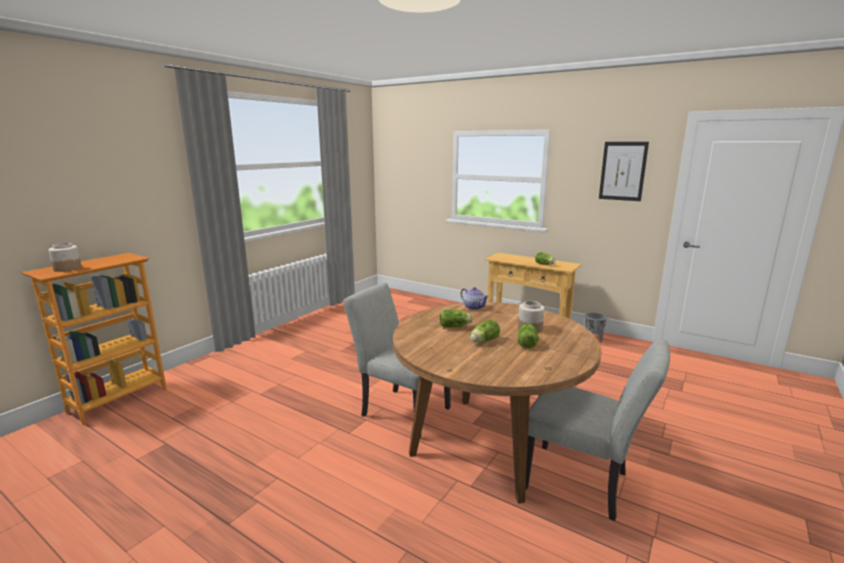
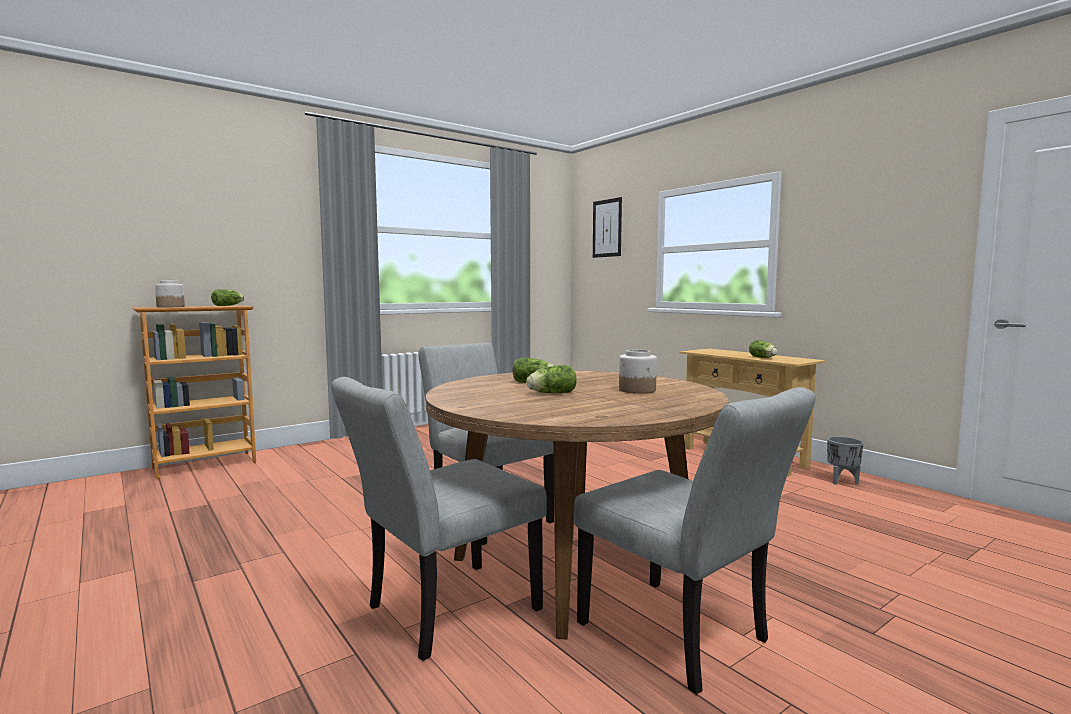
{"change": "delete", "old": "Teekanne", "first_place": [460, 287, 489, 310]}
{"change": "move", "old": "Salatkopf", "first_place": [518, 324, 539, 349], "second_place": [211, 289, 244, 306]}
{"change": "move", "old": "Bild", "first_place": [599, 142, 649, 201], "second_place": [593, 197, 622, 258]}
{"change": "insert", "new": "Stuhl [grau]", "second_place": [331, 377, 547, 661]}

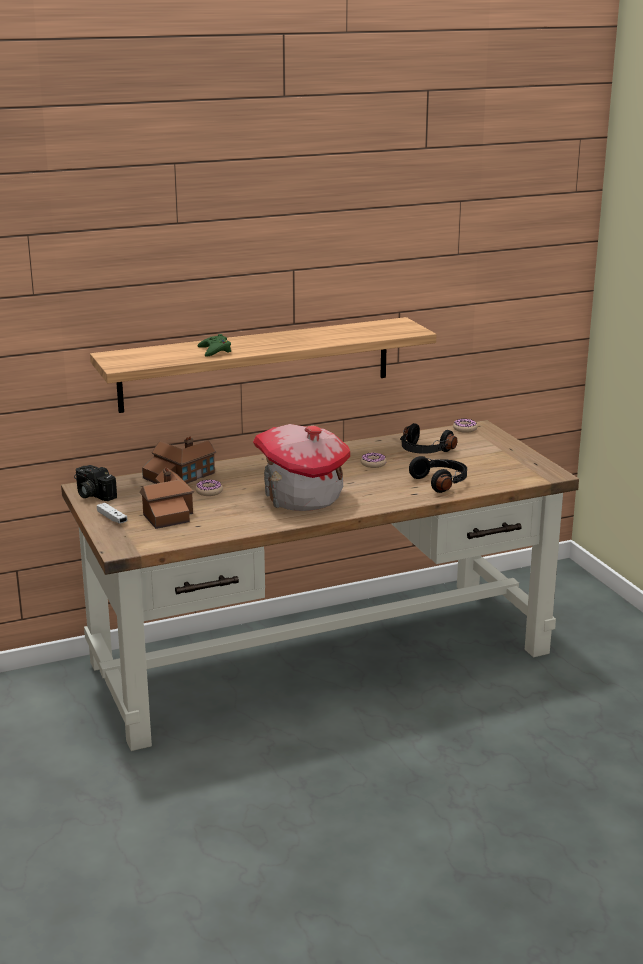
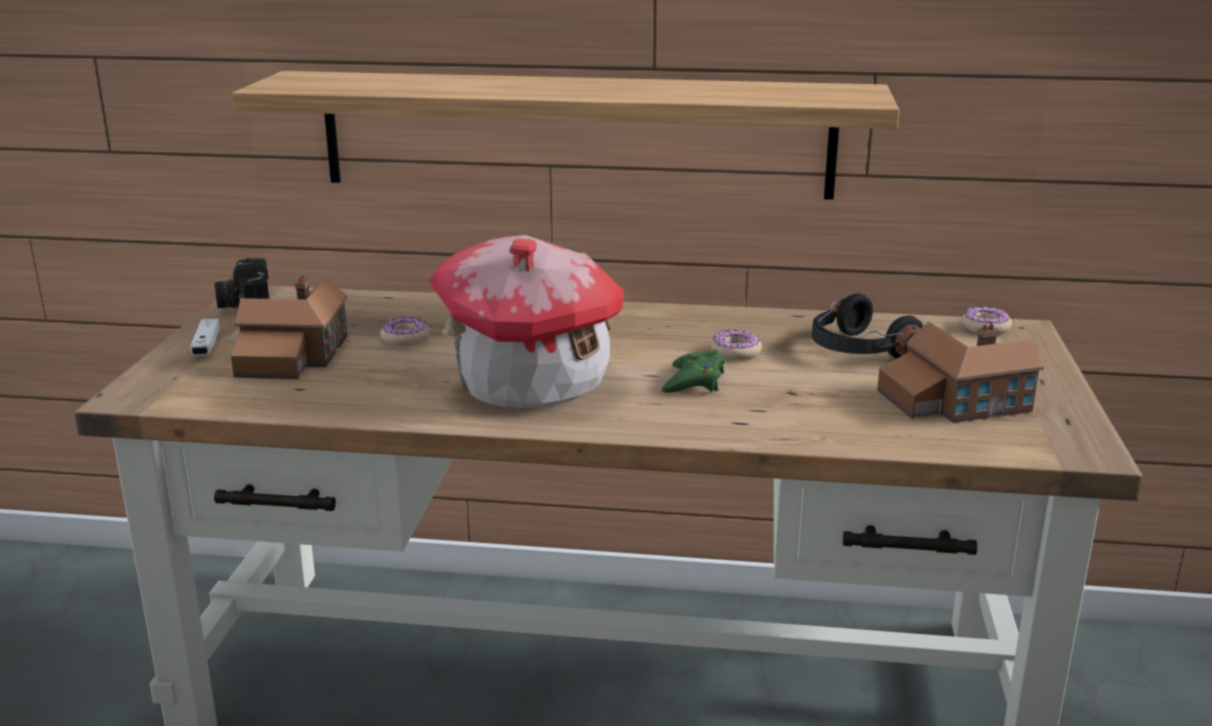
{"change": "move", "old": "Spielzeughaus", "first_place": [142, 437, 216, 484], "second_place": [877, 321, 1044, 423]}
{"change": "move", "old": "Gamepad [grün]", "first_place": [198, 334, 231, 357], "second_place": [662, 350, 725, 393]}
{"change": "delete", "old": "Kopfhörer [schwarz]", "first_place": [409, 456, 467, 493]}

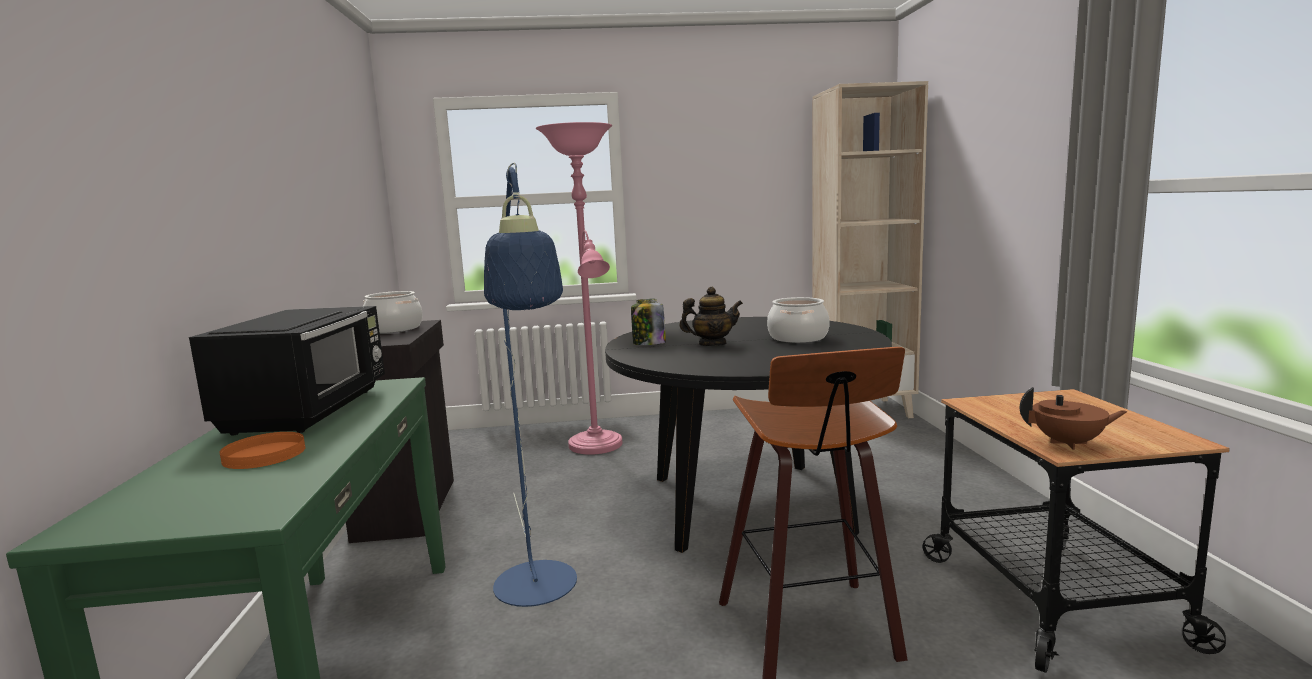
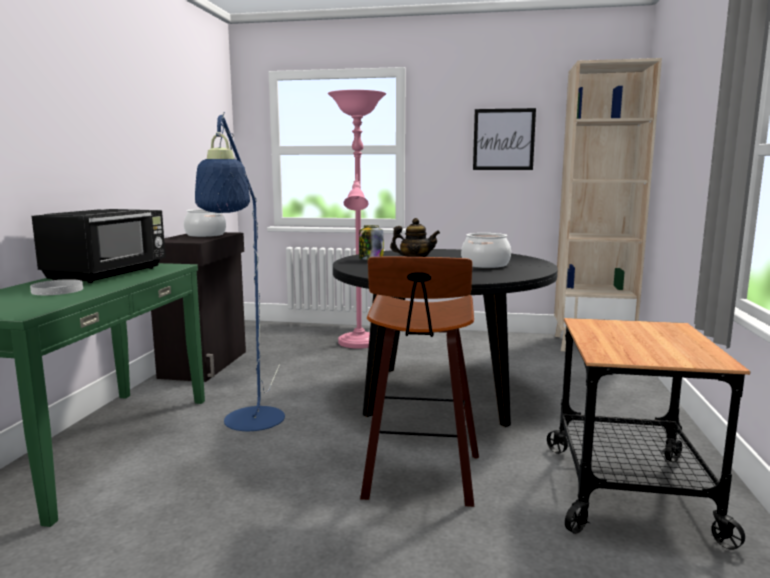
{"change": "recolor", "old": "Teller [orange]", "new": "Teller [weiß]", "first_place": [220, 432, 305, 469], "second_place": [30, 279, 83, 295]}
{"change": "delete", "old": "Teekanne [braun]", "first_place": [1020, 387, 1128, 450]}
{"change": "insert", "new": "Bild", "second_place": [473, 108, 536, 170]}

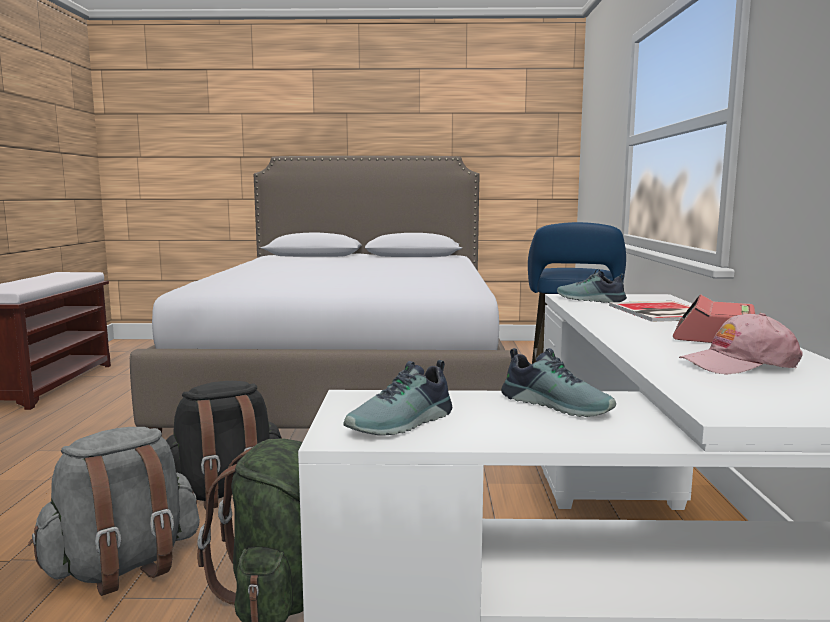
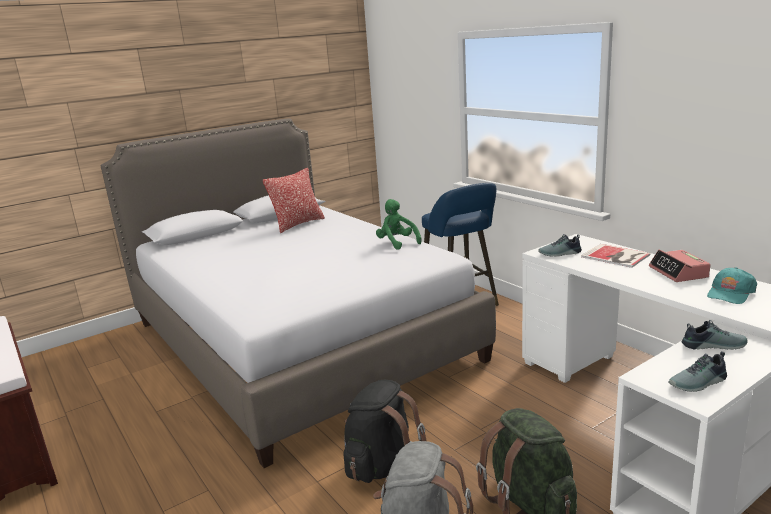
{"change": "rotate", "old": "Schuh", "first_place": [343, 360, 452, 435], "second_place": [668, 351, 727, 392], "degrees": 60}
{"change": "recolor", "old": "Kappe [rosa]", "new": "Kappe [türkis]", "first_place": [679, 313, 803, 375], "second_place": [707, 267, 757, 304]}
{"change": "insert", "new": "Kissen", "second_place": [263, 168, 325, 233]}
{"change": "insert", "new": "Plüschtier [grün]", "second_place": [376, 199, 422, 250]}

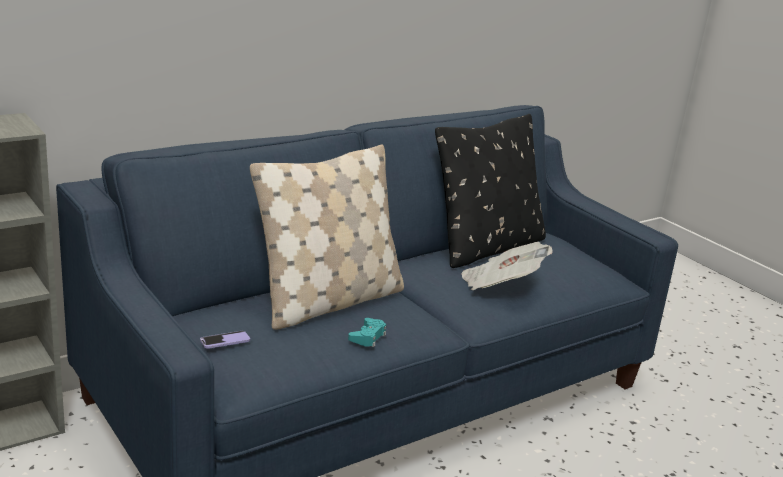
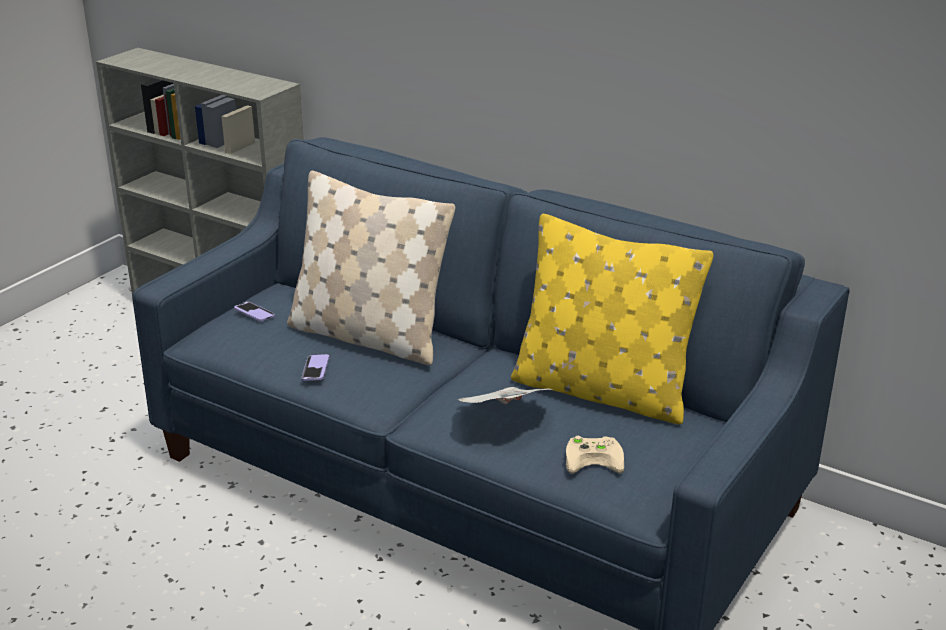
{"change": "replace", "old": "Gamepad [türkis]", "new": "Handy", "first_place": [348, 318, 386, 347], "second_place": [301, 354, 329, 381]}
{"change": "recolor", "old": "Kissen [schwarz]", "new": "Kissen [gelb]", "first_place": [435, 114, 546, 268], "second_place": [511, 214, 714, 425]}
{"change": "insert", "new": "Gamepad [beige]", "second_place": [566, 436, 624, 473]}

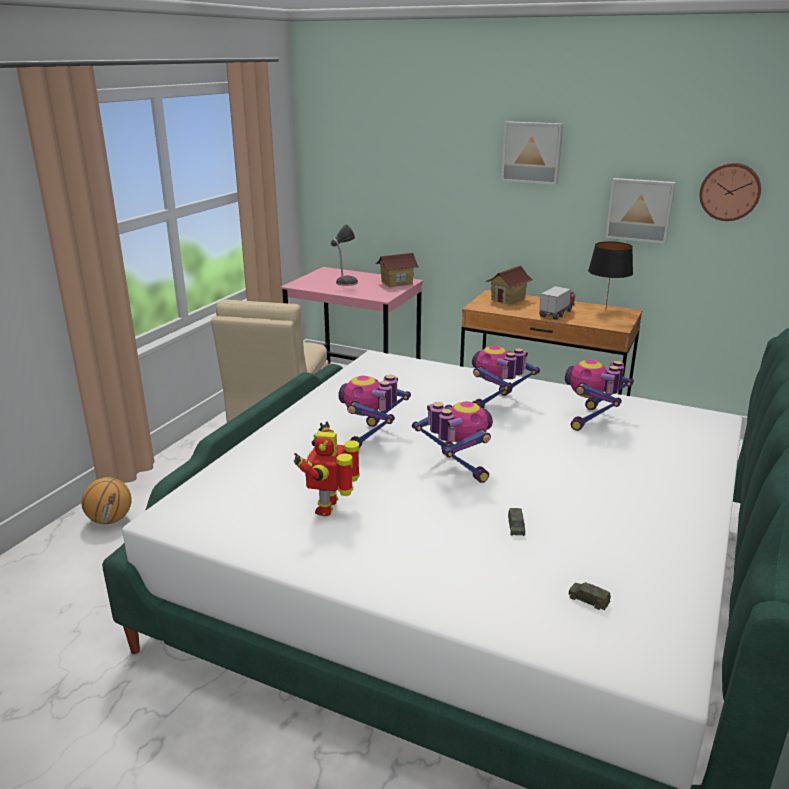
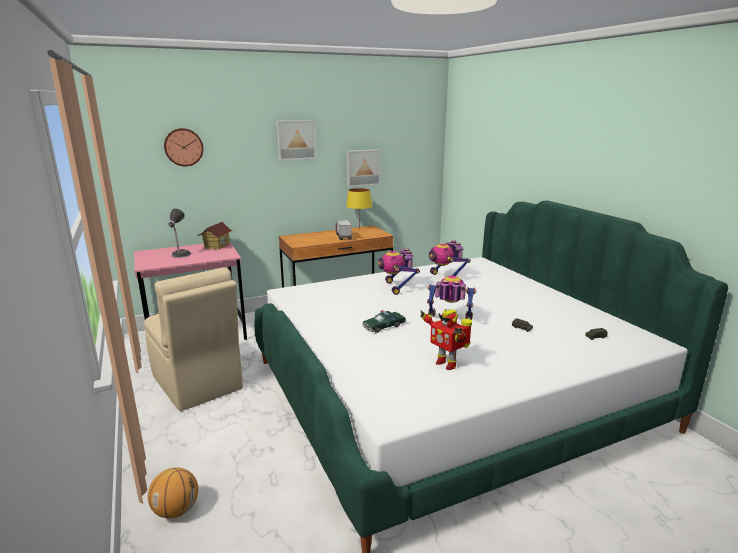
{"change": "replace", "old": "Spielzeugroboter", "new": "Spielzeugauto", "first_place": [338, 375, 411, 448], "second_place": [362, 310, 406, 333]}
{"change": "delete", "old": "Spielzeughaus", "first_place": [485, 266, 534, 305]}
{"change": "recolor", "old": "Tischlampe [schwarz]", "new": "Tischlampe [gelb]", "first_place": [588, 241, 633, 307], "second_place": [346, 188, 372, 229]}
{"change": "move", "old": "Wanduhr", "first_place": [700, 163, 761, 221], "second_place": [164, 128, 203, 166]}

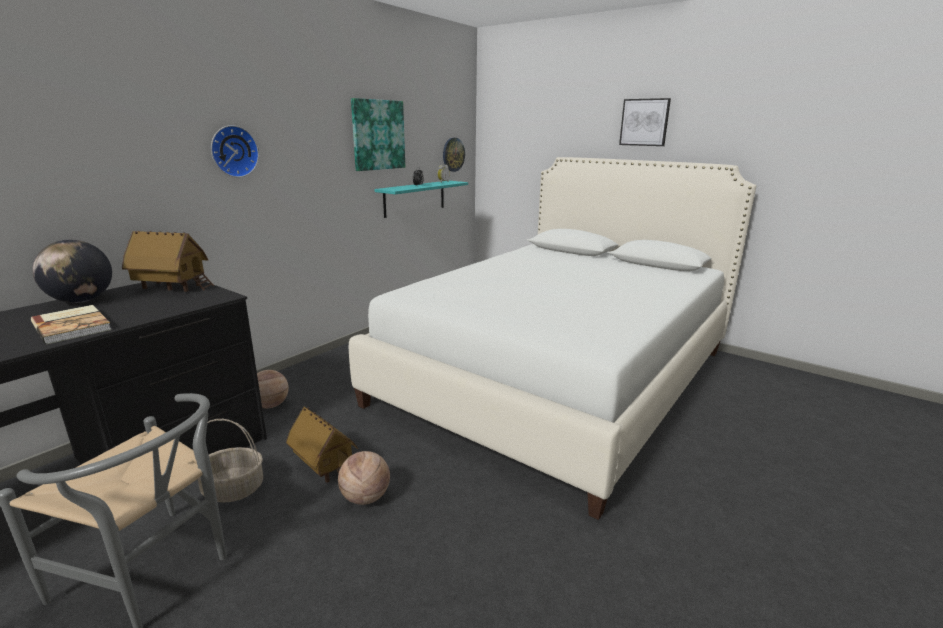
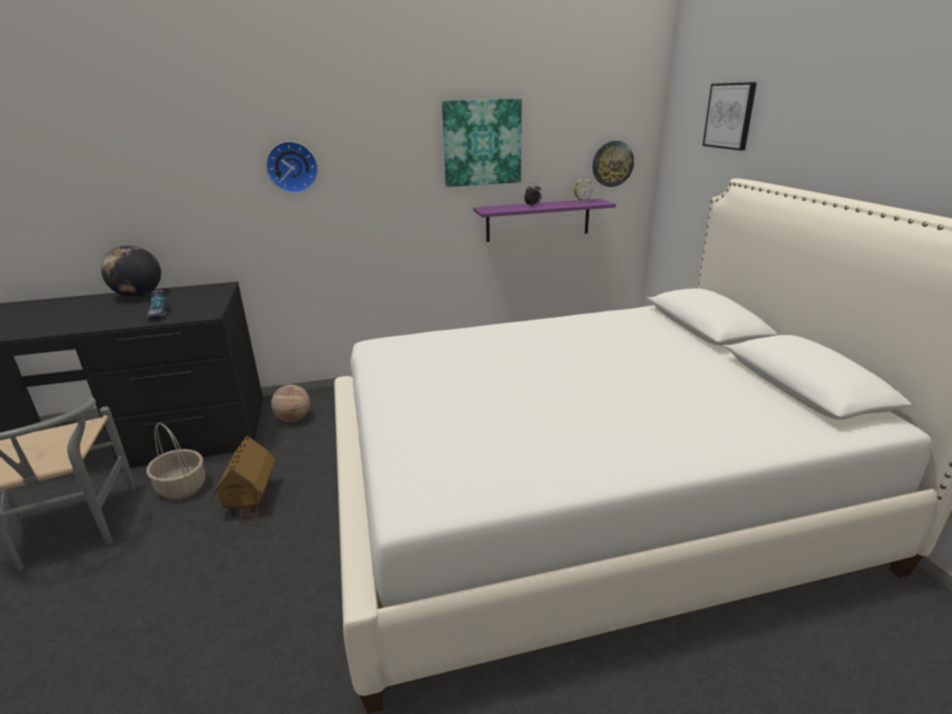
{"change": "delete", "old": "Buch", "first_place": [31, 305, 112, 344]}
{"change": "delete", "old": "Spielzeughaus", "first_place": [122, 231, 214, 292]}
{"change": "delete", "old": "Basketball", "first_place": [338, 451, 390, 505]}
{"change": "recolor", "old": "Wandregal [türkis]", "new": "Wandregal [lila]", "first_place": [374, 181, 468, 218], "second_place": [473, 198, 616, 242]}
{"change": "move", "old": "Bild", "first_place": [619, 98, 671, 146], "second_place": [703, 82, 757, 151]}
{"change": "insert", "new": "Schuh", "second_place": [146, 290, 170, 320]}

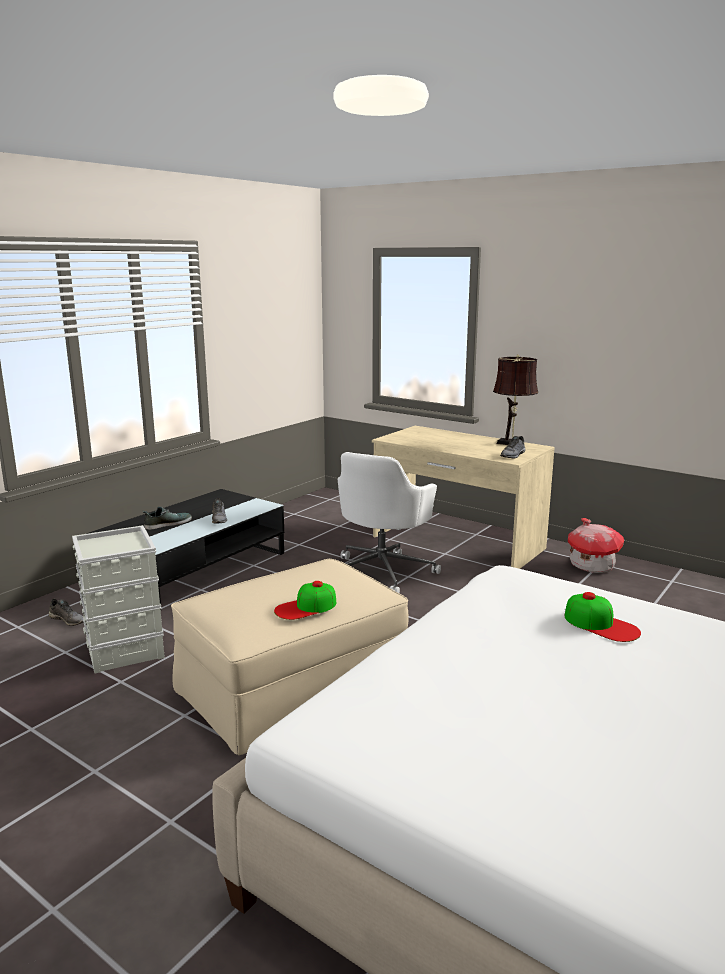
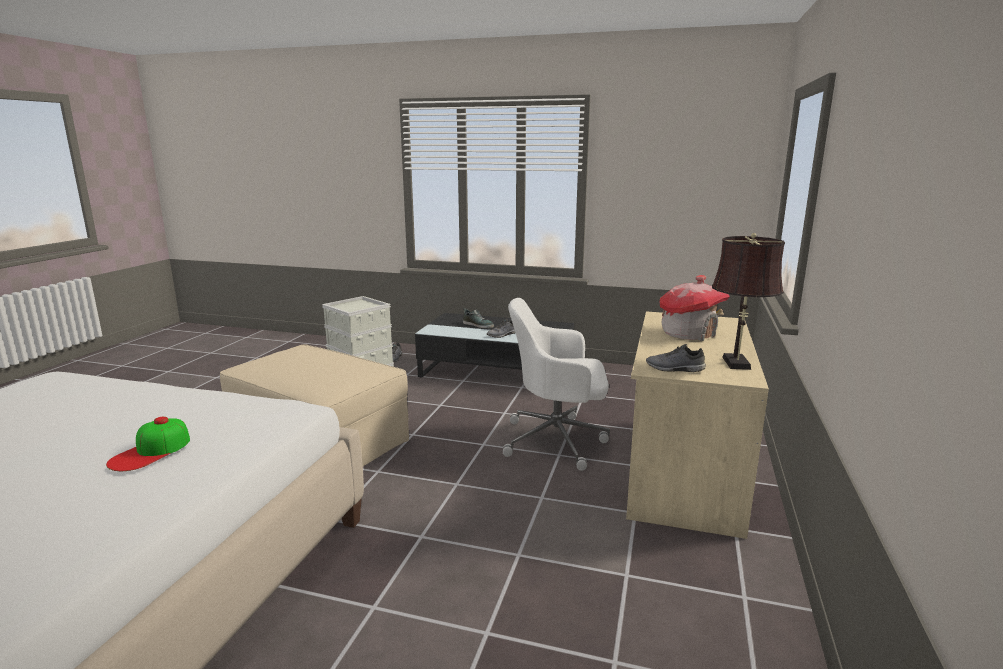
{"change": "delete", "old": "Kappe", "first_place": [274, 581, 336, 620]}
{"change": "move", "old": "Spielzeughaus", "first_place": [568, 518, 624, 573], "second_place": [660, 275, 730, 341]}

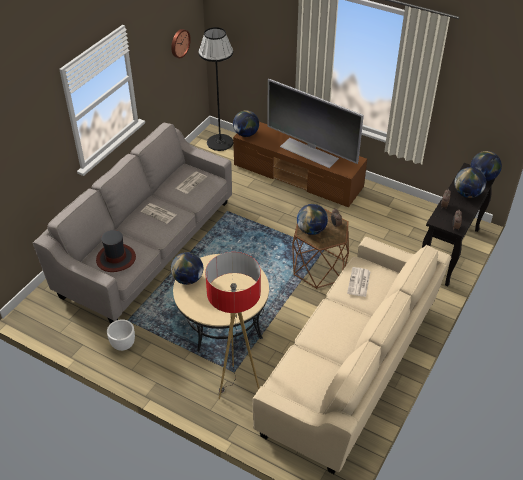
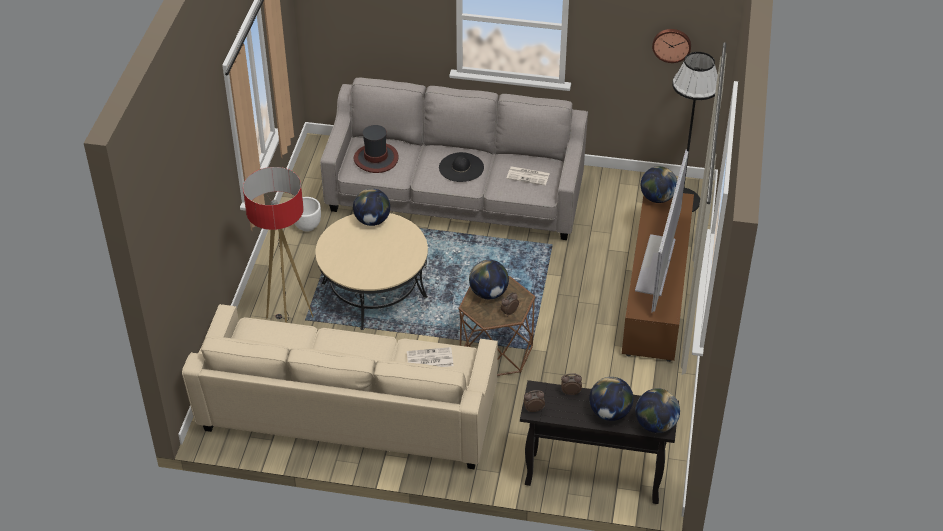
{"change": "replace", "old": "Zeitung", "new": "Hut [schwarz]", "first_place": [141, 203, 176, 224], "second_place": [439, 152, 484, 182]}

